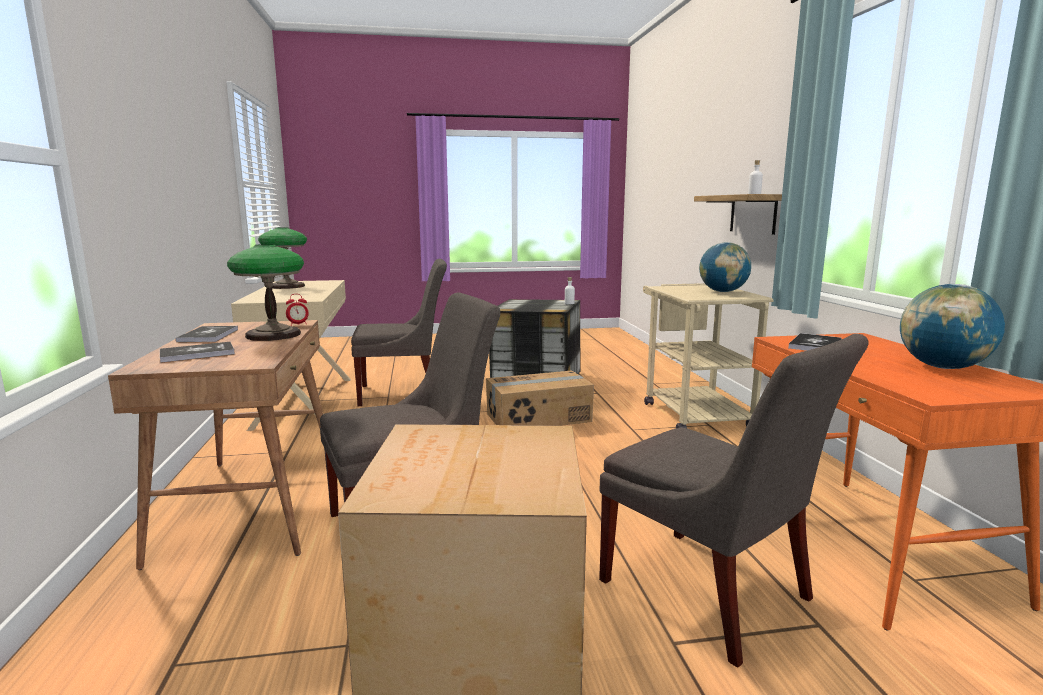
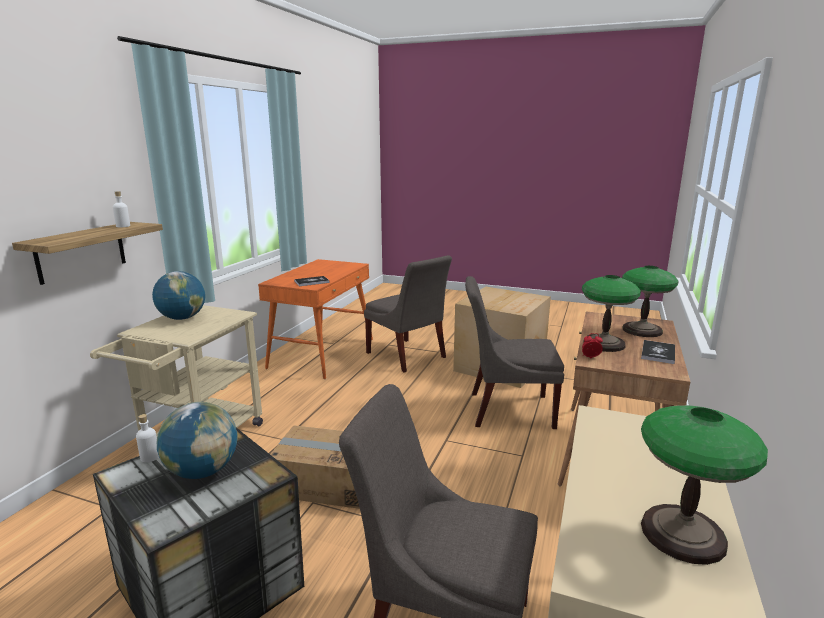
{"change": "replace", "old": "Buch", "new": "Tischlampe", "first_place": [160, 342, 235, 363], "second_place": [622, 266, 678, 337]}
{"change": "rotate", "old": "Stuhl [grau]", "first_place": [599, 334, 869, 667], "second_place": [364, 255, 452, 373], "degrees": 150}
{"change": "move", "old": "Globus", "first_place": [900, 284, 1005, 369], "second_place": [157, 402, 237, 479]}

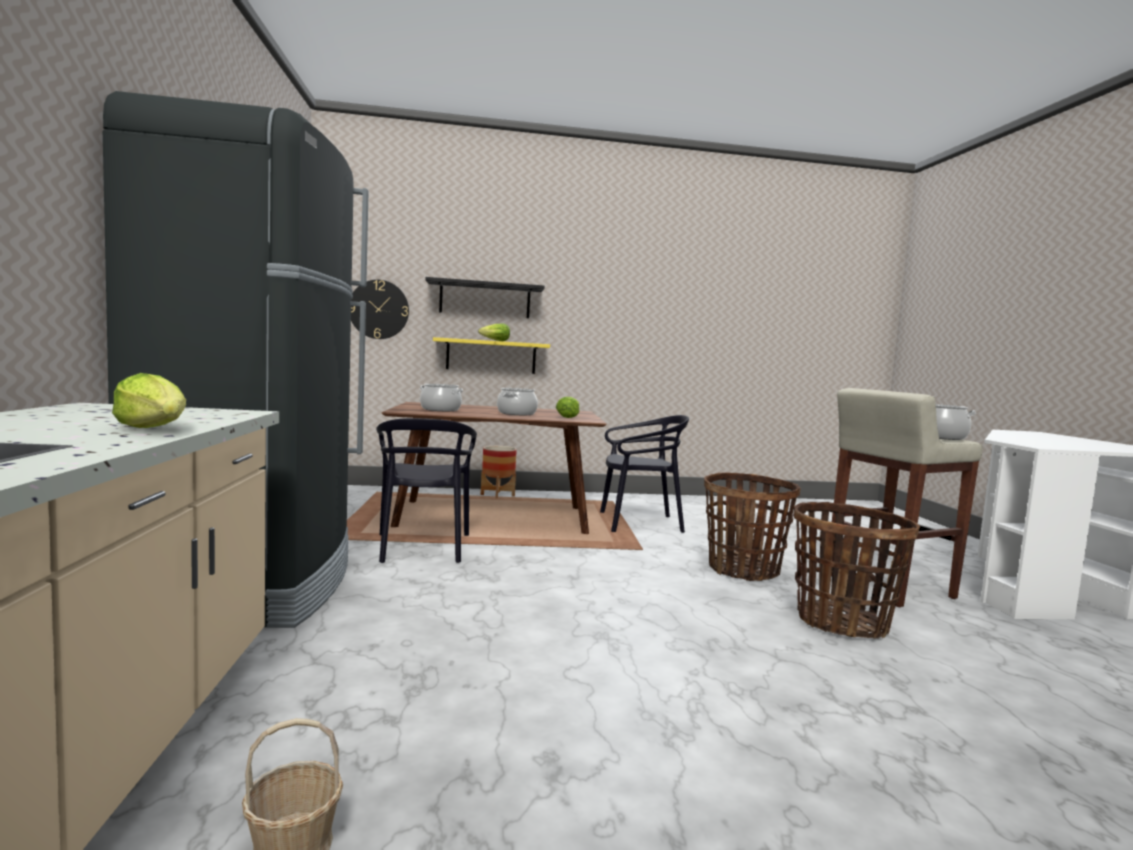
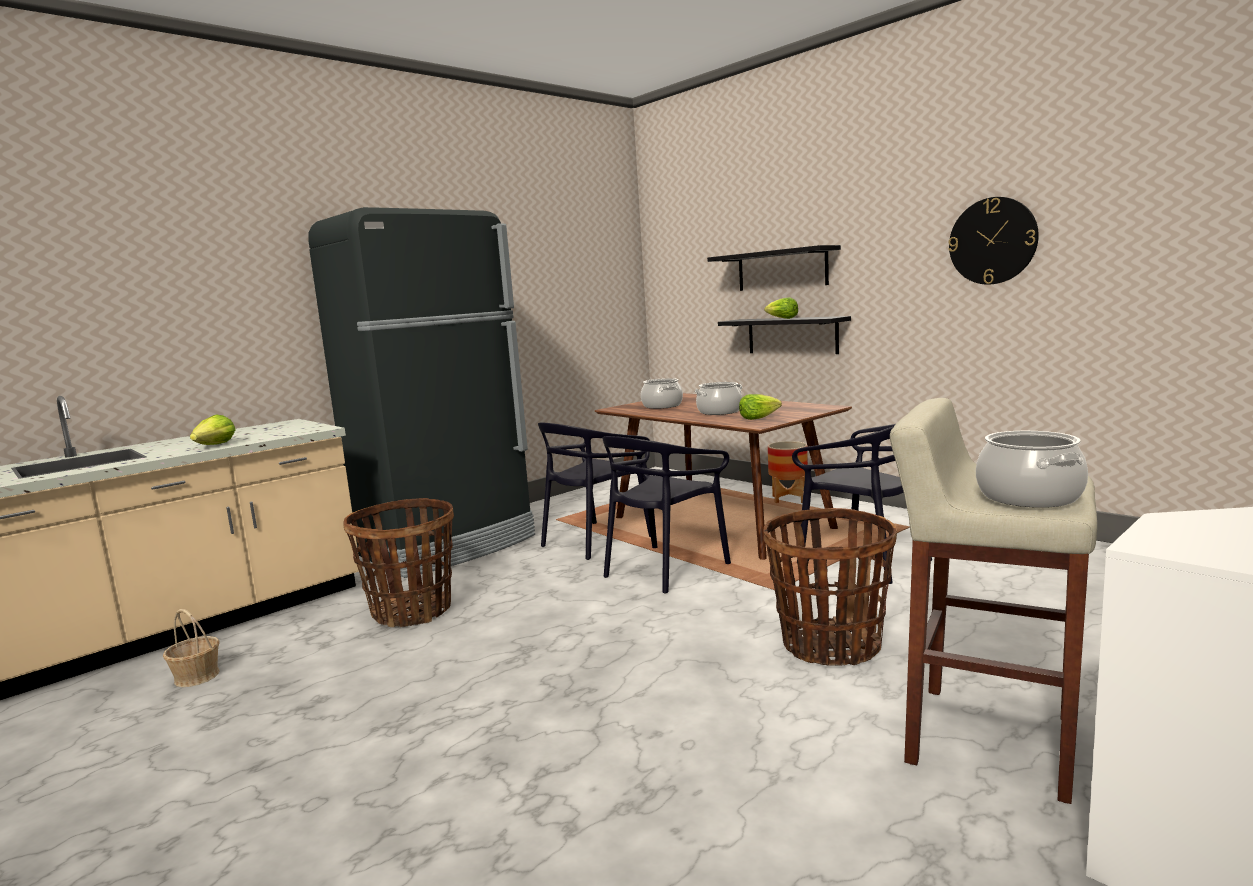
{"change": "move", "old": "Wanduhr", "first_place": [351, 280, 409, 339], "second_place": [949, 197, 1039, 285]}
{"change": "recolor", "old": "Wandregal [gelb]", "new": "Wandregal [schwarz]", "first_place": [433, 337, 550, 374], "second_place": [718, 316, 851, 354]}
{"change": "move", "old": "Korb", "first_place": [793, 502, 920, 639], "second_place": [343, 498, 454, 627]}
{"change": "insert", "new": "Stuhl [schwarz]", "second_place": [602, 436, 731, 594]}

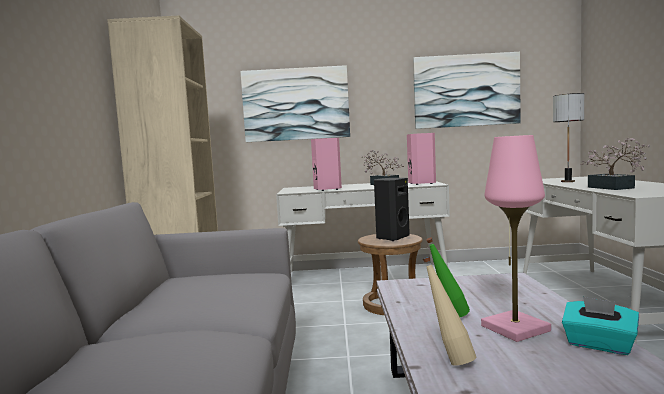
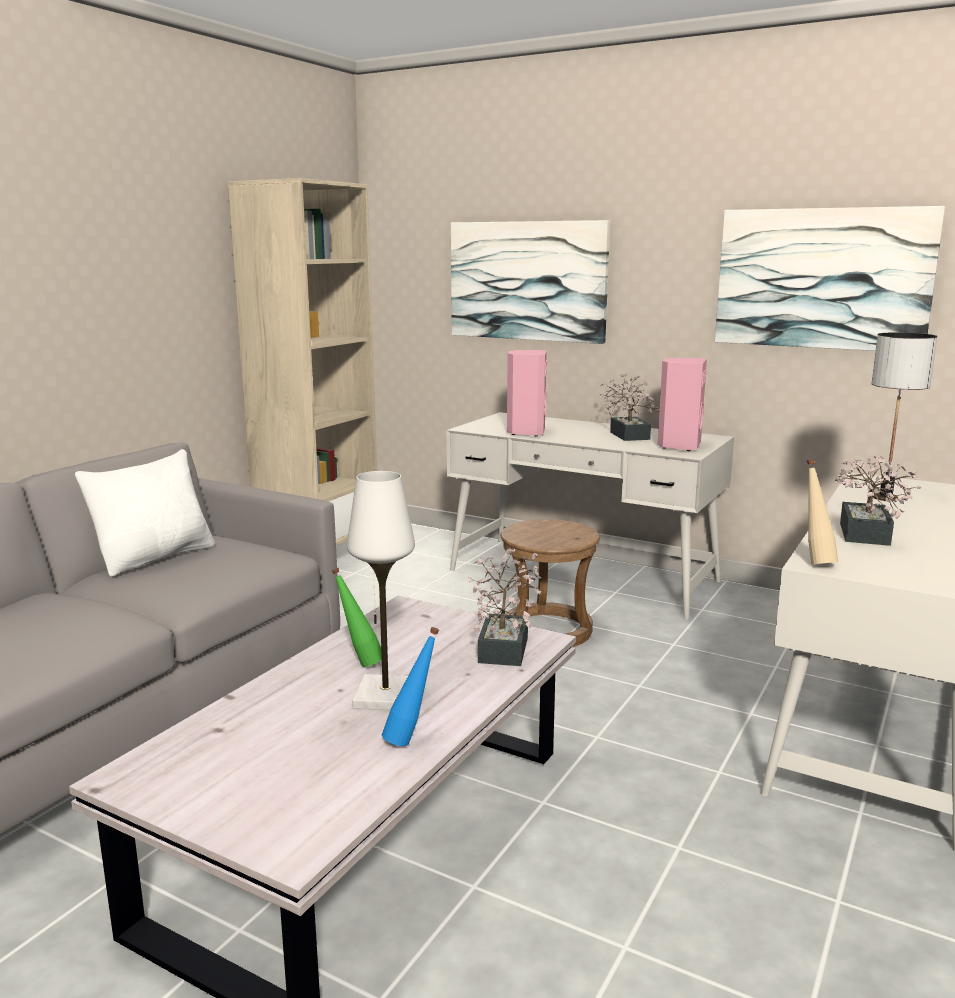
{"change": "delete", "old": "Lautsprecher [schwarz]", "first_place": [374, 178, 410, 241]}
{"change": "move", "old": "Flasche [beige]", "first_place": [423, 257, 476, 366], "second_place": [807, 460, 838, 564]}
{"change": "recolor", "old": "Tischlampe [rosa]", "new": "Tischlampe [weiß]", "first_place": [481, 135, 551, 342], "second_place": [347, 471, 415, 710]}
{"change": "replace", "old": "Taschentuchbox [türkis]", "new": "Flasche [blau]", "first_place": [562, 297, 639, 355], "second_place": [382, 627, 439, 746]}
{"change": "insert", "new": "Kissen [weiß]", "second_place": [75, 449, 215, 576]}
{"change": "insert", "new": "Topfpflanze", "second_place": [467, 548, 541, 666]}

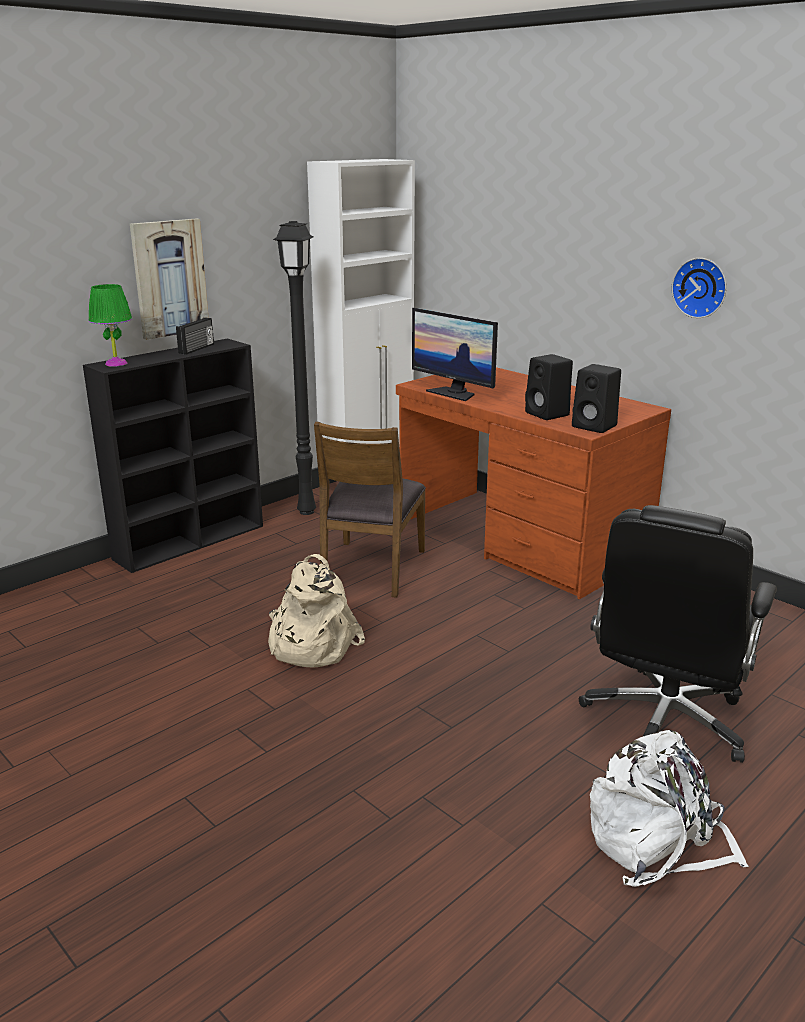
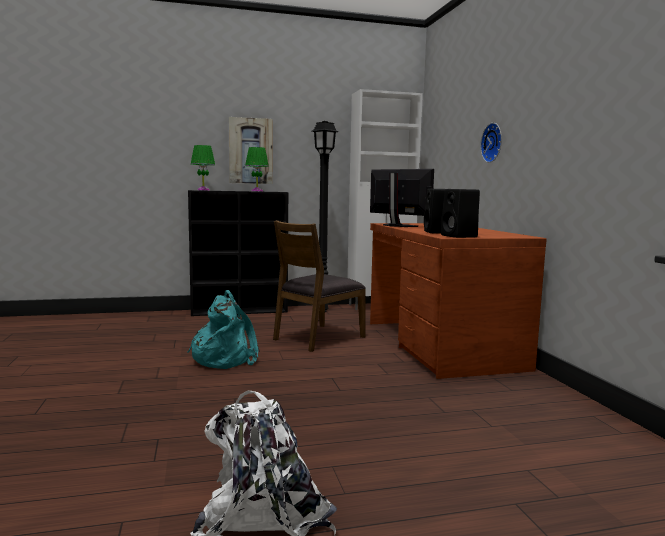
{"change": "replace", "old": "Radio", "new": "Tischlampe [grün]", "first_place": [176, 318, 214, 355], "second_place": [245, 147, 269, 191]}
{"change": "recolor", "old": "Rucksack [beige]", "new": "Rucksack [türkis]", "first_place": [268, 554, 365, 668], "second_place": [187, 290, 259, 369]}
{"change": "rotate", "old": "Monitor", "first_place": [412, 308, 498, 401], "second_place": [370, 169, 434, 227], "degrees": 150}
{"change": "delete", "old": "Bürostuhl [schwarz]", "first_place": [579, 505, 777, 763]}
{"change": "move", "old": "Wanduhr", "first_place": [672, 258, 727, 318], "second_place": [480, 123, 502, 163]}

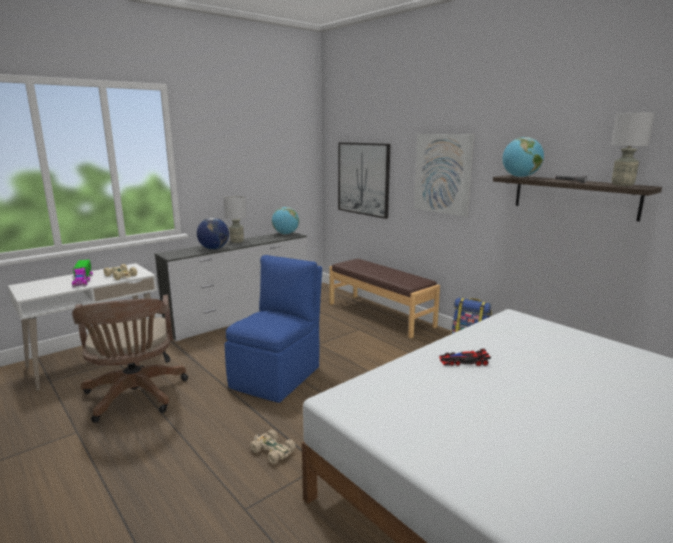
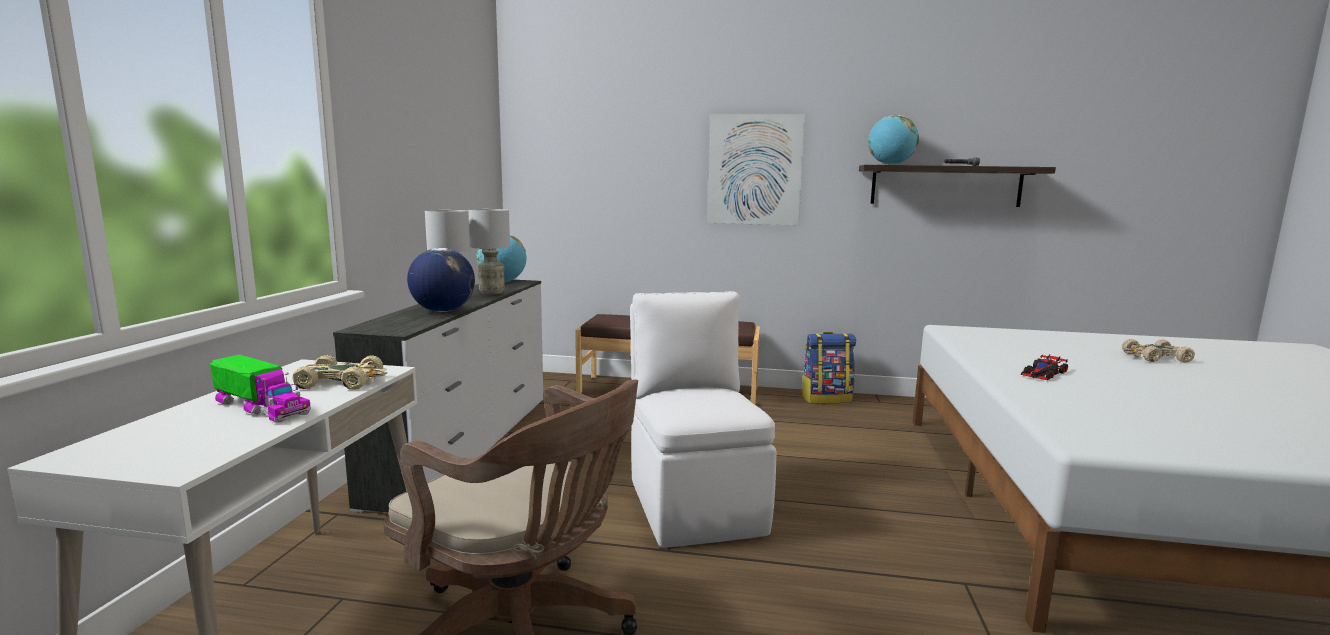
{"change": "recolor", "old": "Stuhl [blau]", "new": "Stuhl [weiß]", "first_place": [224, 255, 322, 403], "second_place": [630, 291, 776, 548]}
{"change": "move", "old": "Spielzeugauto [beige]", "first_place": [250, 429, 296, 464], "second_place": [1122, 339, 1195, 363]}
{"change": "delete", "old": "Bild", "first_place": [338, 142, 390, 219]}
{"change": "move", "old": "Tischlampe [grau]", "first_place": [611, 113, 655, 186], "second_place": [468, 209, 510, 294]}

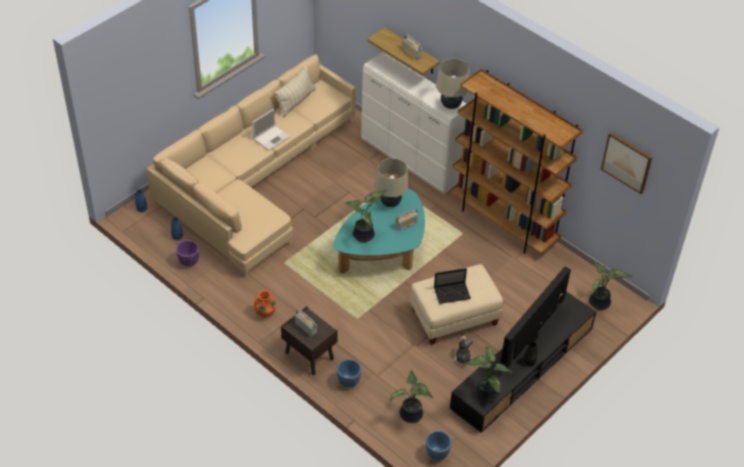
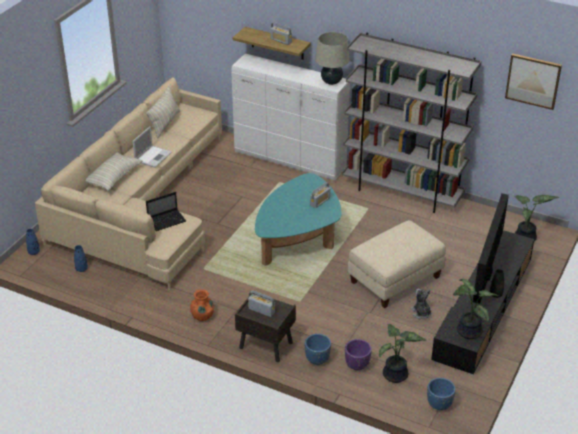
{"change": "move", "old": "Pflanzkübel [lila]", "first_place": [176, 240, 199, 266], "second_place": [345, 339, 372, 370]}
{"change": "delete", "old": "Topfpflanze", "first_place": [344, 190, 388, 242]}
{"change": "delete", "old": "Tischlampe [beige]", "first_place": [375, 158, 409, 207]}
{"change": "move", "old": "Laptop", "first_place": [434, 268, 471, 304], "second_place": [146, 192, 186, 231]}
{"change": "recolor", "old": "Bücherregal [braun]", "new": "Bücherregal [grau]", "first_place": [450, 69, 583, 255], "second_place": [342, 33, 482, 213]}
{"change": "insert", "new": "Kissen", "second_place": [86, 152, 143, 191]}

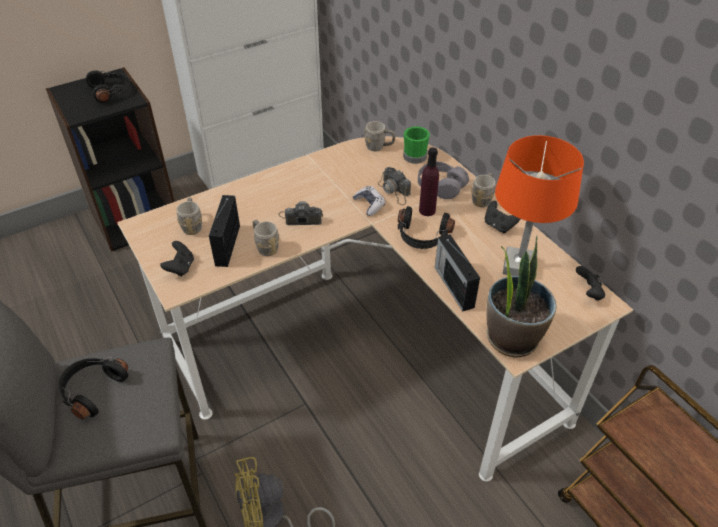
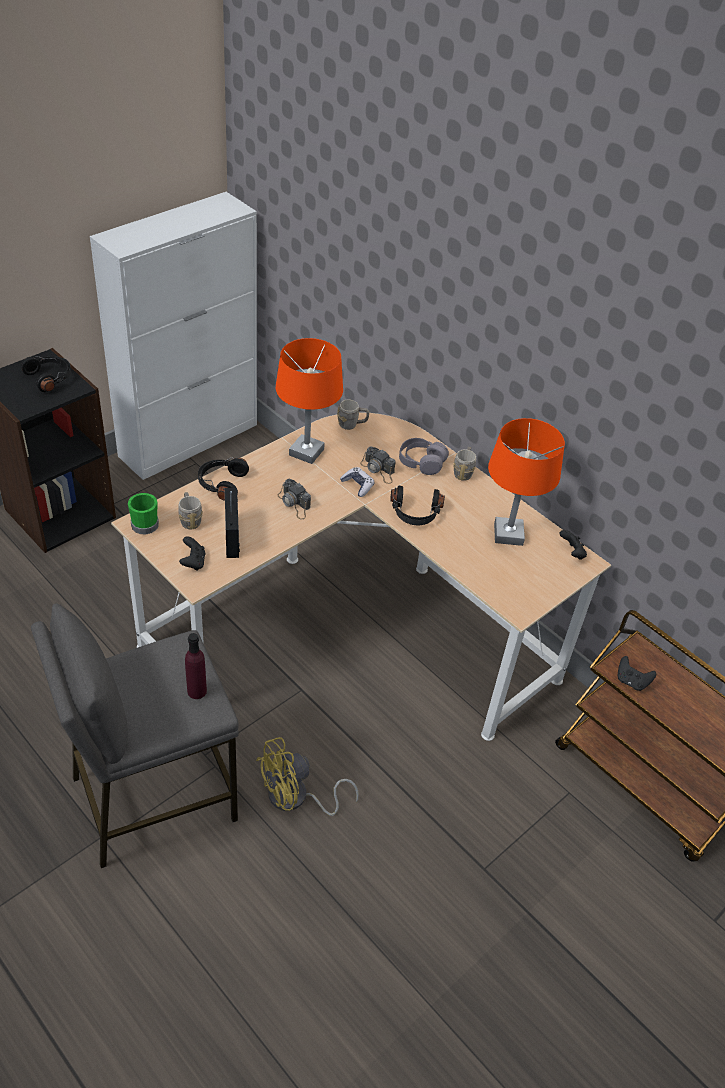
{"change": "move", "old": "Kopfhörer [schwarz]", "first_place": [58, 357, 128, 420], "second_place": [198, 458, 249, 501]}
{"change": "delete", "old": "Henkelbecher [grau]", "first_place": [253, 220, 279, 256]}
{"change": "rotate", "old": "Kamera", "first_place": [278, 201, 323, 225], "second_place": [277, 479, 311, 520], "degrees": -120}
{"change": "move", "old": "Henkelbecher [grün]", "first_place": [403, 126, 430, 164], "second_place": [128, 493, 159, 534]}
{"change": "move", "old": "Flasche [lila]", "first_place": [419, 147, 439, 216], "second_place": [185, 633, 207, 699]}
{"change": "delete", "old": "Radio", "first_place": [435, 235, 480, 312]}
{"change": "move", "old": "Gamepad [schwarz]", "first_place": [485, 201, 520, 234], "second_place": [618, 656, 656, 691]}
{"change": "delete", "old": "Topfpflanze", "first_place": [486, 235, 557, 358]}
{"change": "insert", "new": "Tischlampe [orange]", "second_place": [276, 338, 343, 464]}

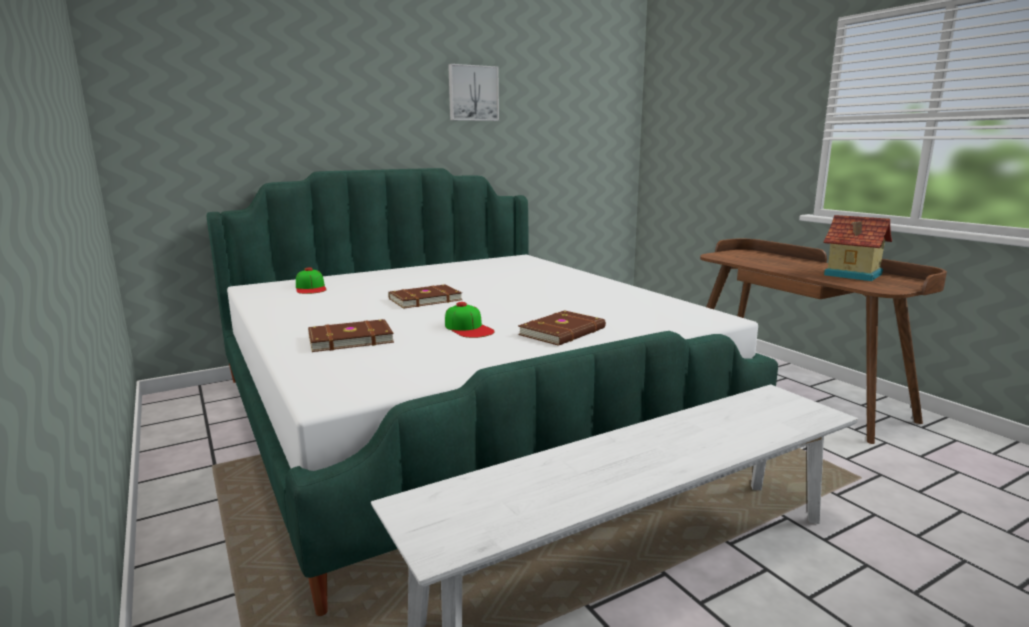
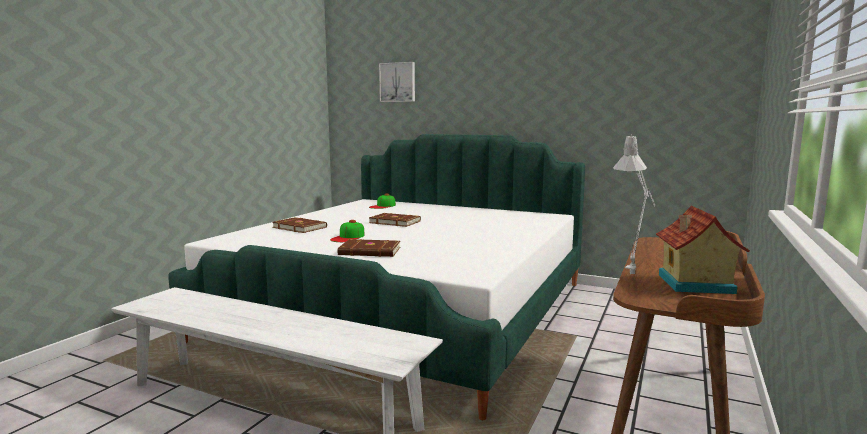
{"change": "move", "old": "Bild", "first_place": [448, 64, 499, 121], "second_place": [379, 62, 415, 102]}
{"change": "insert", "new": "Tischlampe [grau]", "second_place": [613, 134, 656, 274]}

